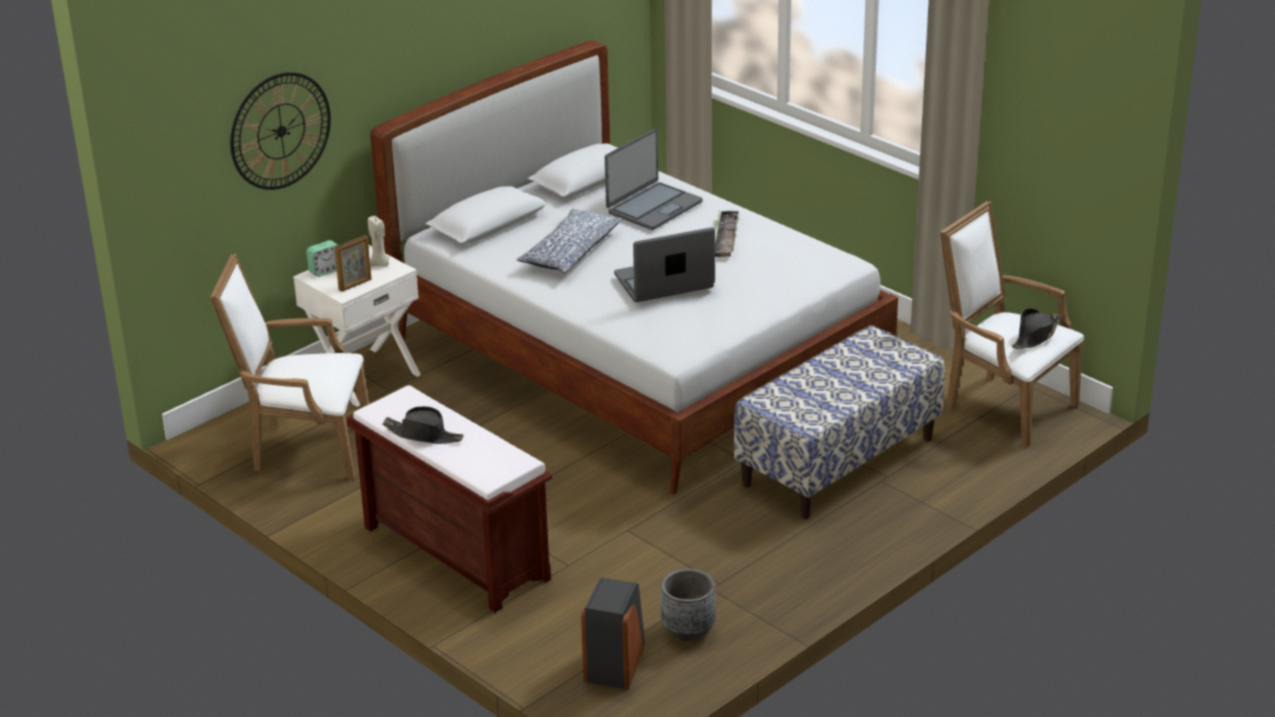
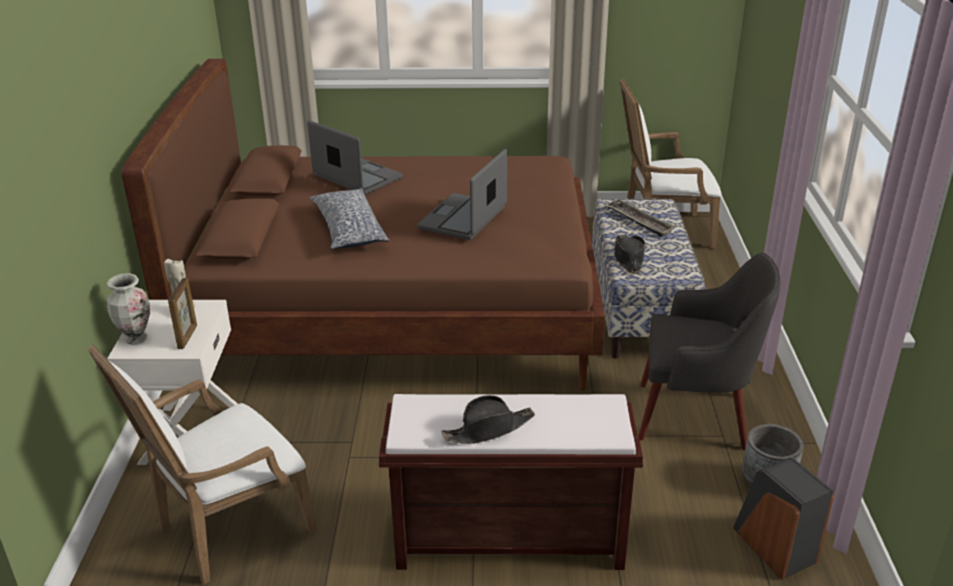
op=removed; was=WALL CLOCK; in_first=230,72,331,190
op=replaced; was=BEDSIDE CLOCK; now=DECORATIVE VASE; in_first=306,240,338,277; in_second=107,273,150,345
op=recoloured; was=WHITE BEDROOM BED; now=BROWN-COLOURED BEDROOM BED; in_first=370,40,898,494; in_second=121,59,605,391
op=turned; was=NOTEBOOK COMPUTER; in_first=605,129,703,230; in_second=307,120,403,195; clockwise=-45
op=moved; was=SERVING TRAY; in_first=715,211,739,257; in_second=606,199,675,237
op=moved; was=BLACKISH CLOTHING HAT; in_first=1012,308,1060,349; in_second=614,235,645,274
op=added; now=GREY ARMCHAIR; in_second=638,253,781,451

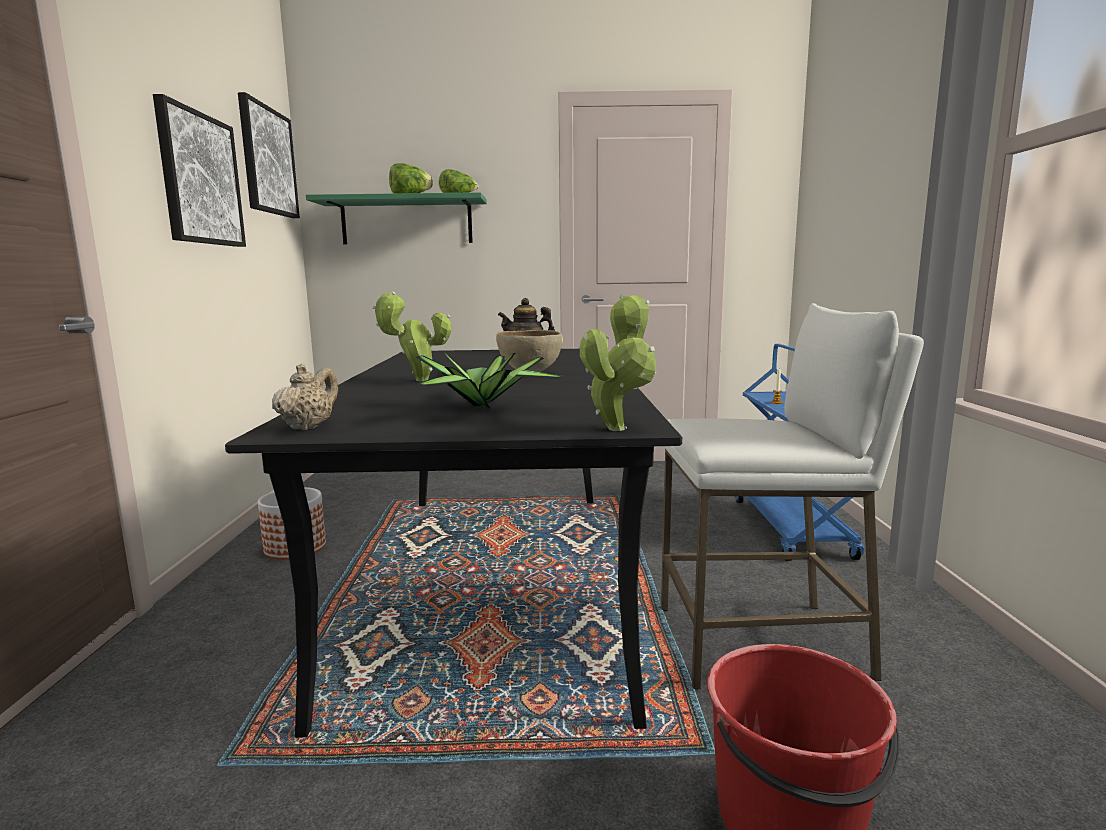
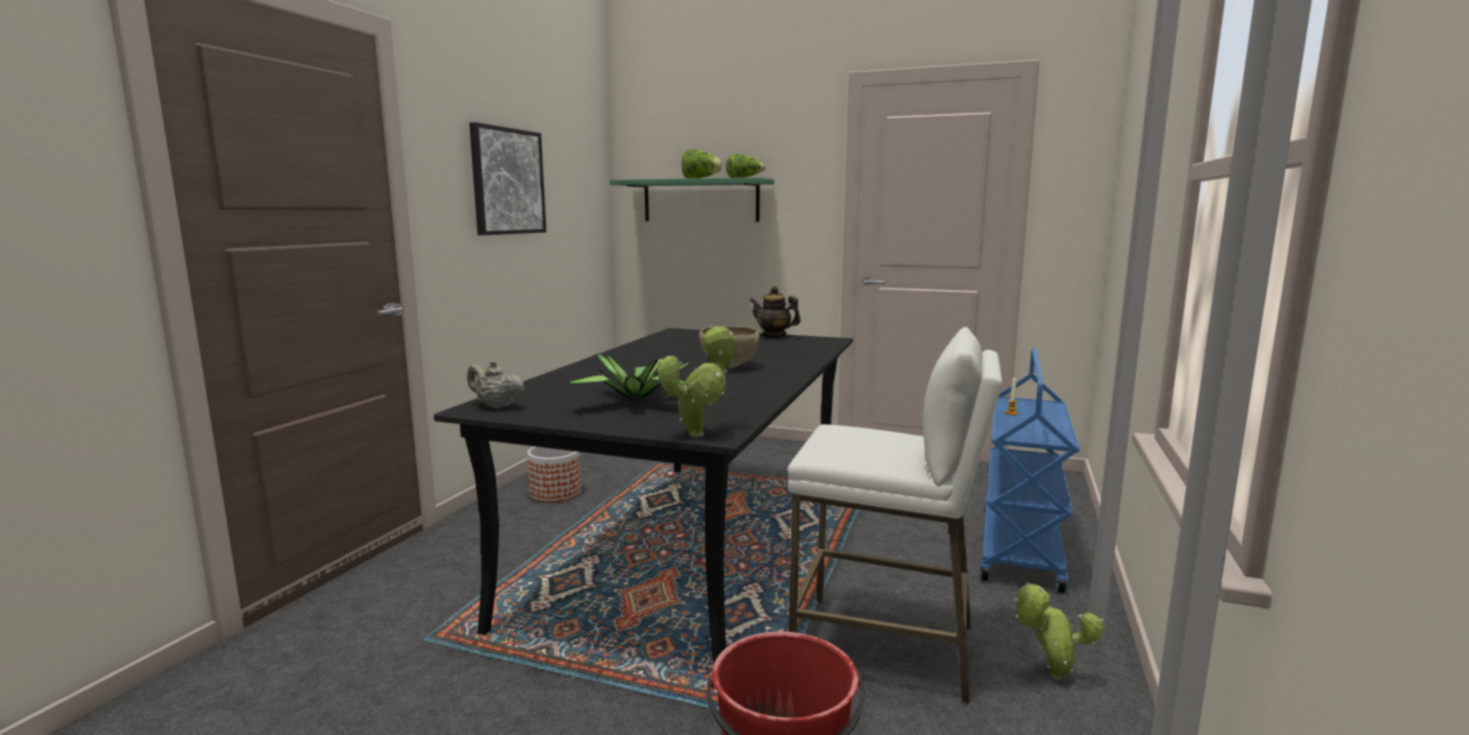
op=removed; was=WALL ART; in_first=238,92,300,218
op=turned; was=SAND-COLOURED POT FOR TEA; in_first=272,364,338,430; in_second=467,361,525,409; clockwise=-105
op=moved; was=POTTED PLANT; in_first=372,292,452,382; in_second=1014,583,1104,680

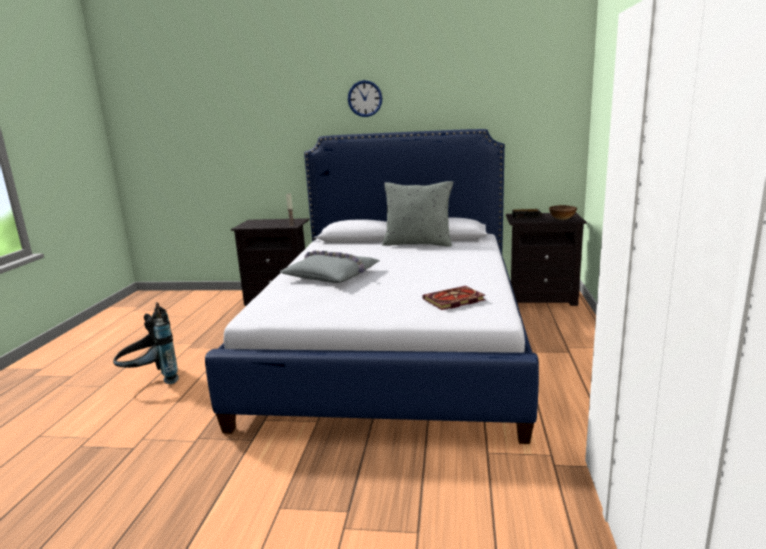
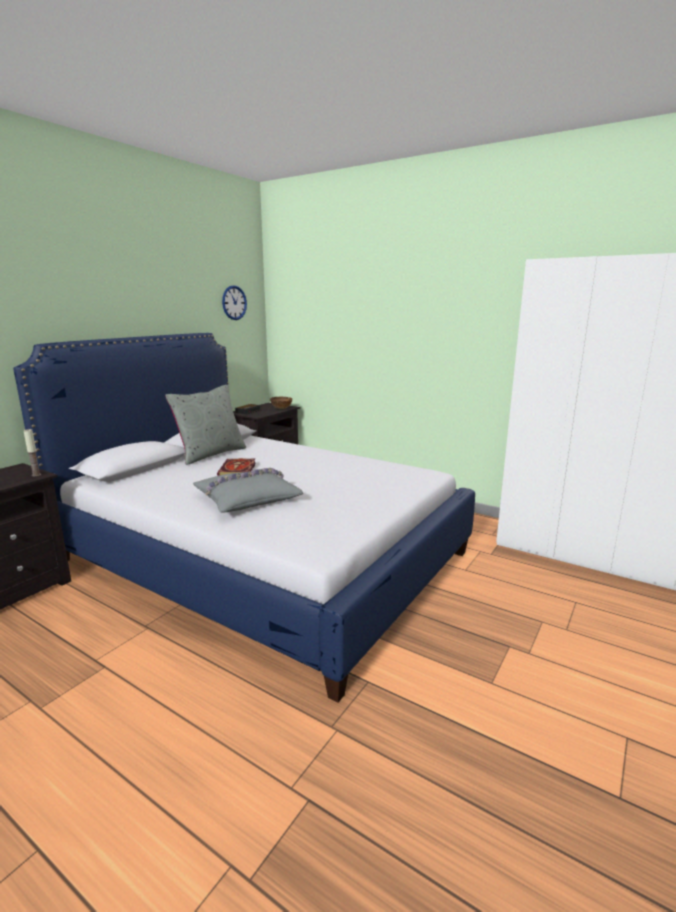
op=removed; was=BLACKISH RUCKSACK; in_first=113,302,179,384
op=moved; was=WALL CLOCK; in_first=348,80,382,117; in_second=222,285,247,320
op=moved; was=BOUND BOOK; in_first=422,286,485,310; in_second=217,458,256,476

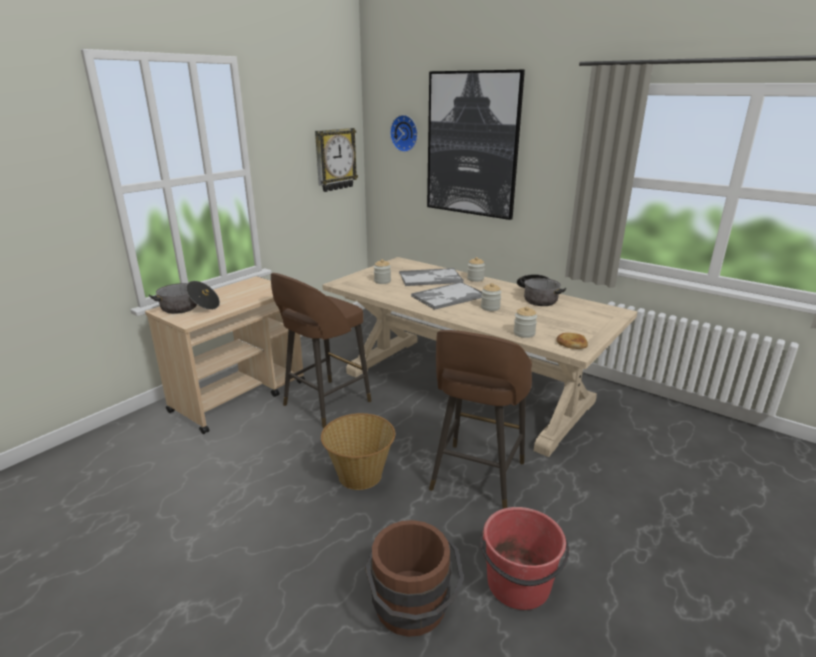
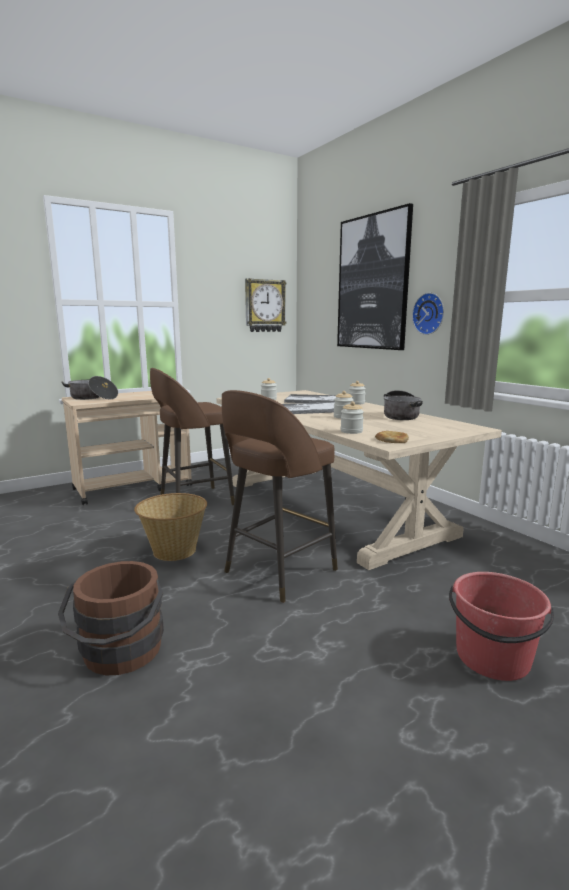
op=moved; was=WALL CLOCK; in_first=390,115,418,152; in_second=412,293,444,335
op=moved; was=RED PAIL; in_first=480,507,569,610; in_second=449,572,554,681

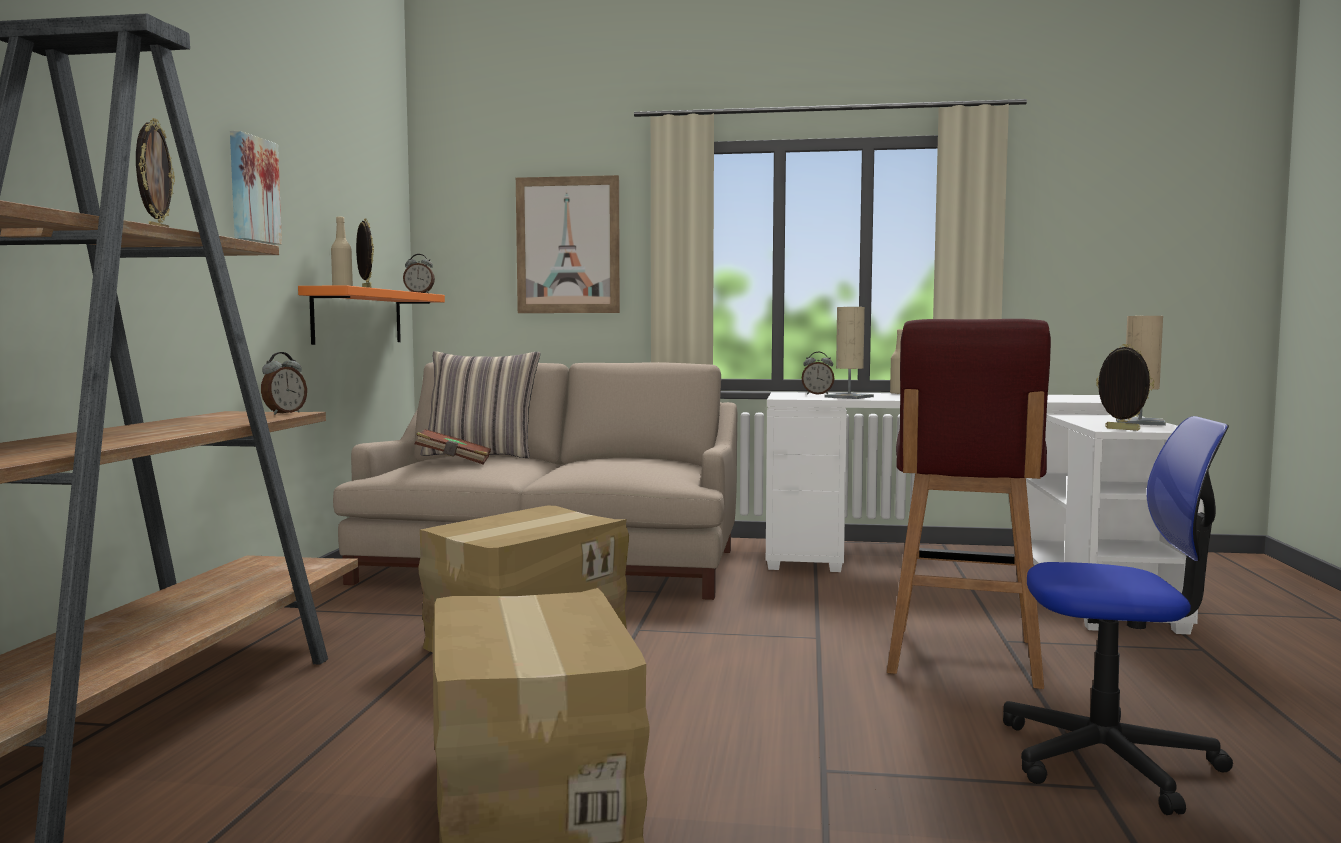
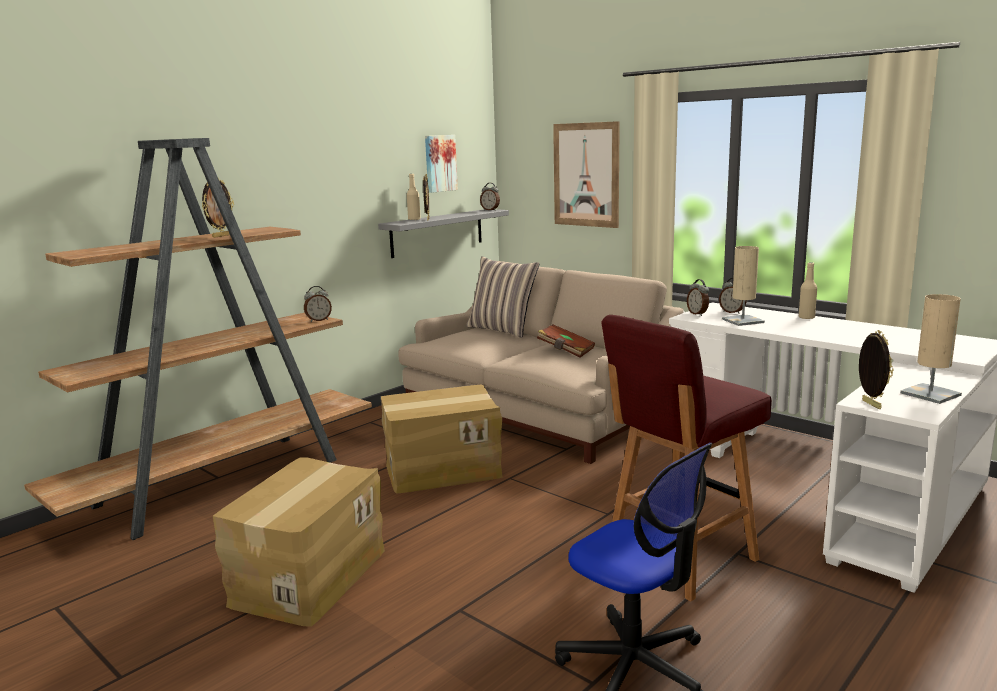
op=moved; was=WALL ART; in_first=230,130,282,245; in_second=425,135,458,193
op=recoloured; was=ORANGEY SHELF; now=GREY SHELF; in_first=298,285,445,345; in_second=378,209,509,258
op=moved; was=BROWN-COLOURED BOUND BOOK; in_first=415,429,491,464; in_second=537,324,595,357
op=added; now=BEDSIDE CLOCK; in_second=687,279,709,316

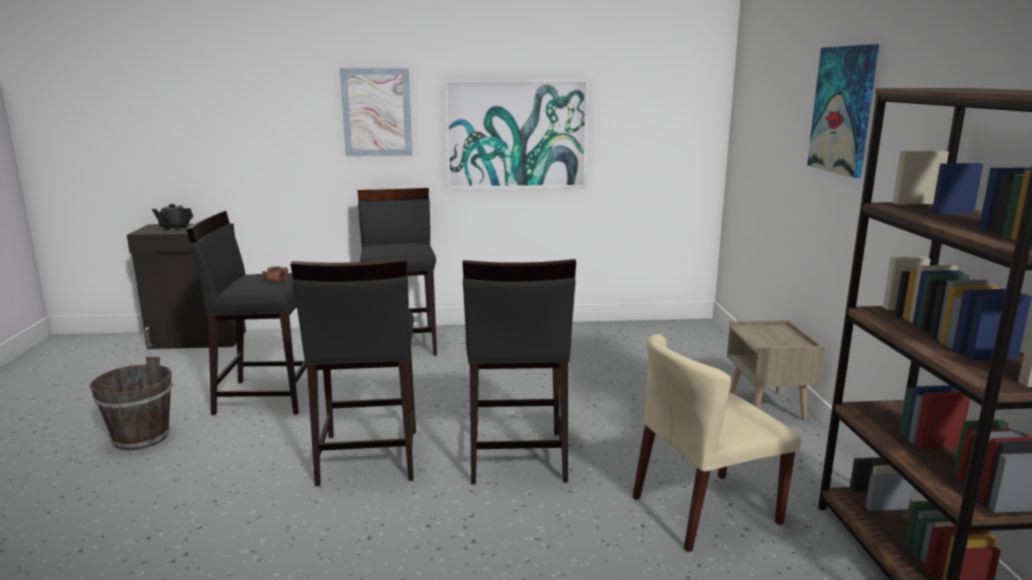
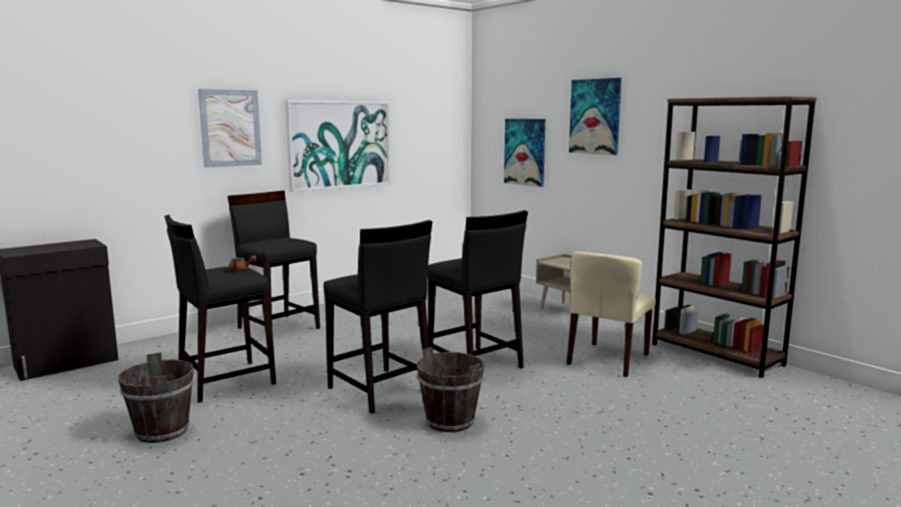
op=removed; was=BLACKISH POT FOR TEA; in_first=152,204,193,231
op=added; now=BROWN-COLOURED PAIL; in_second=416,347,484,432
op=added; now=WALL ART; in_second=504,119,545,187

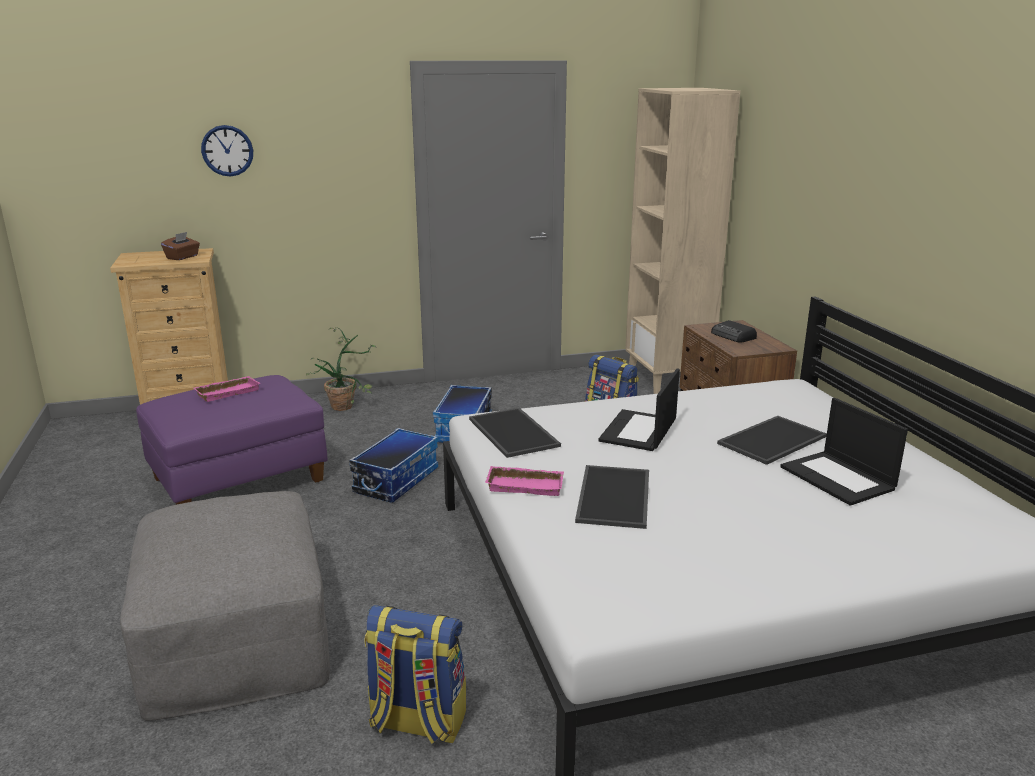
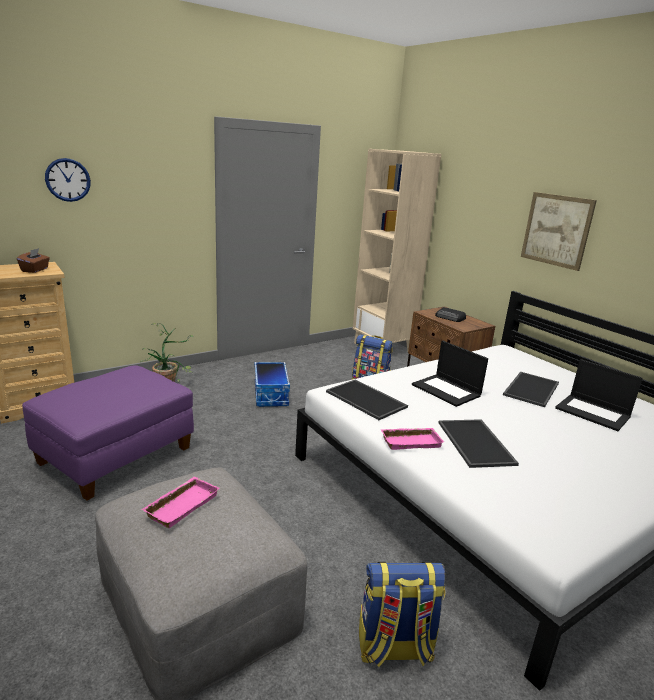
op=moved; was=PINKISH SERVING TRAY; in_first=193,376,260,402; in_second=141,477,220,528
op=removed; was=STORAGE BOX; in_first=349,428,438,503
op=turned; was=NOTEBOOK COMPUTER; in_first=598,368,680,451; in_second=412,341,488,407; clockwise=-45
op=added; now=WALL ART; in_second=521,192,597,271

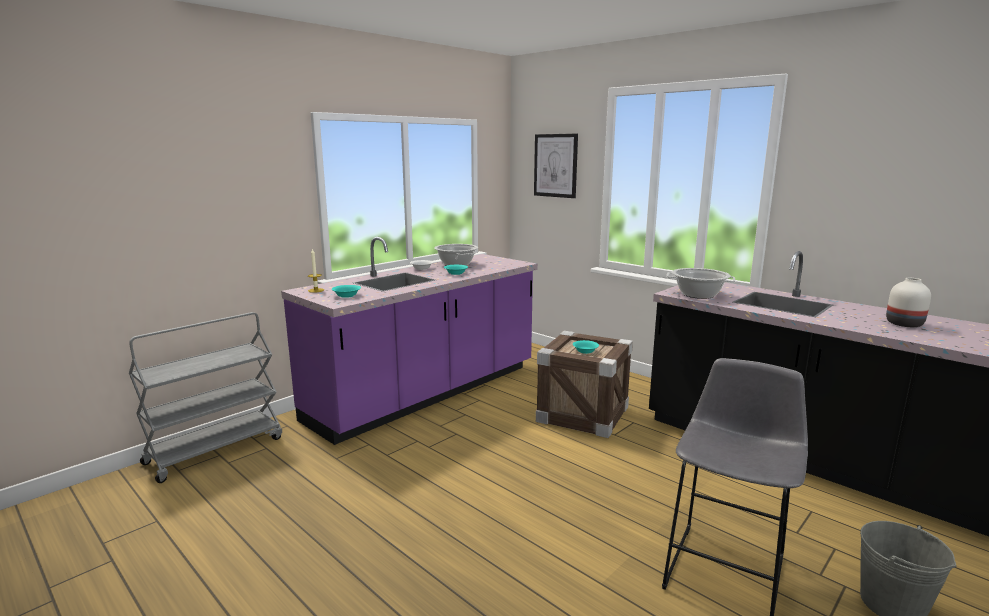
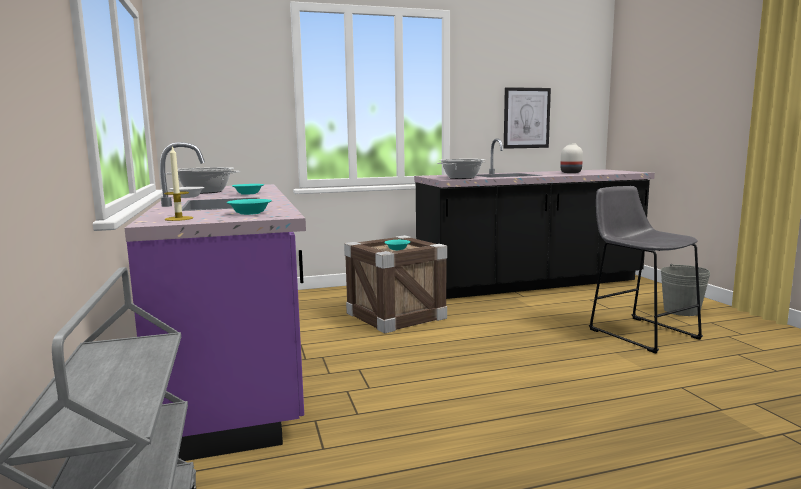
op=moved; was=WALL ART; in_first=534,134,578,198; in_second=504,87,551,149

